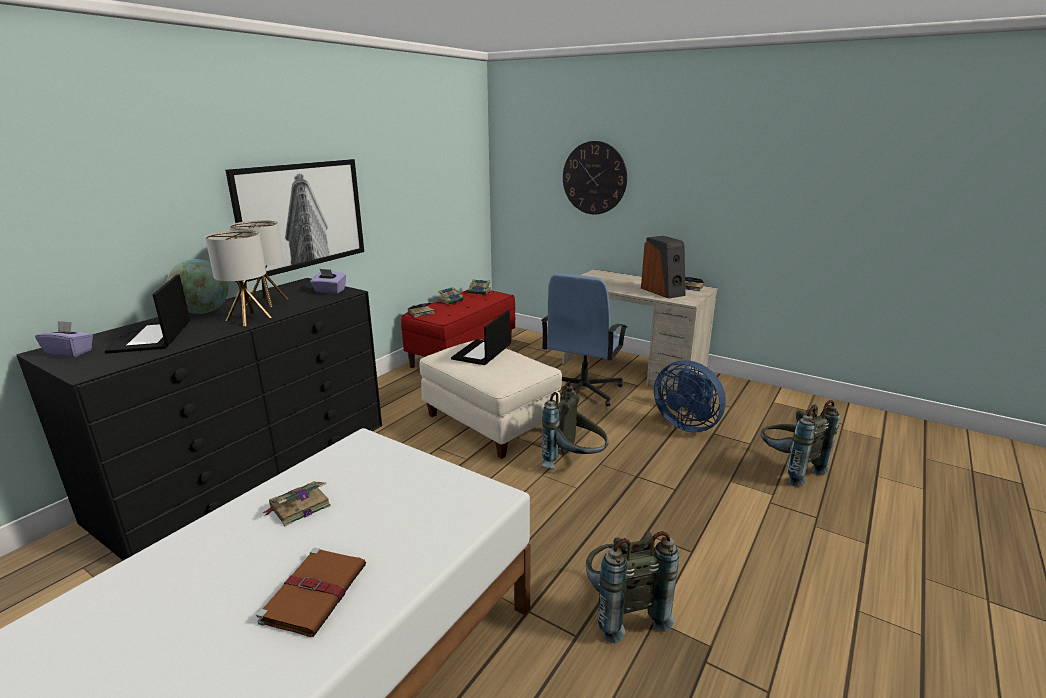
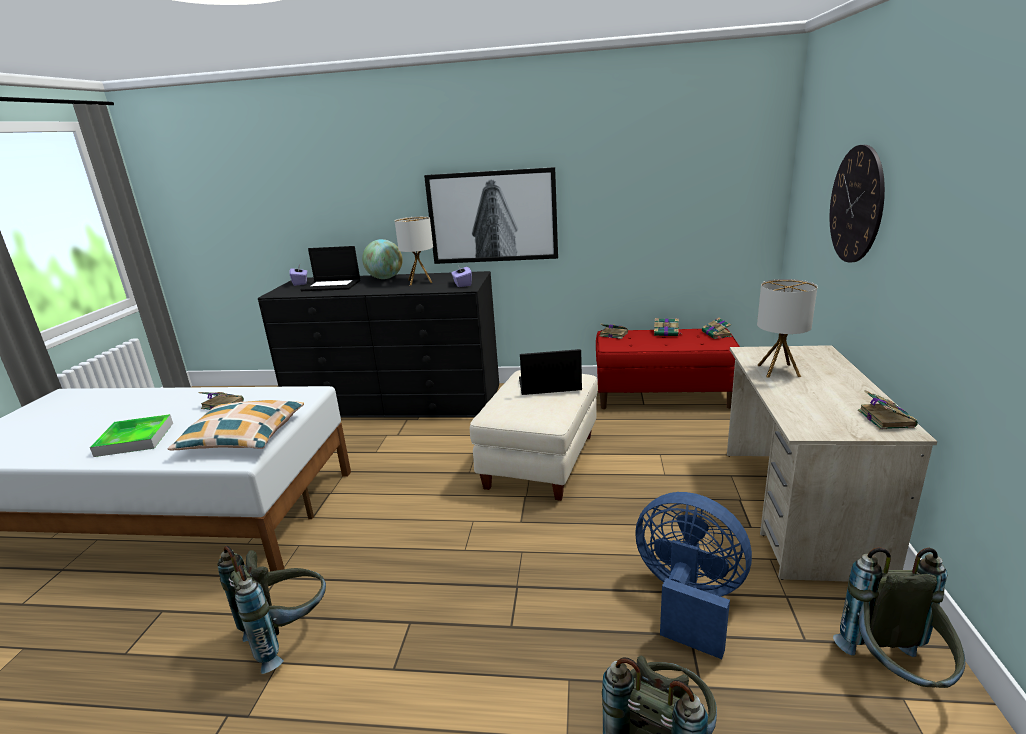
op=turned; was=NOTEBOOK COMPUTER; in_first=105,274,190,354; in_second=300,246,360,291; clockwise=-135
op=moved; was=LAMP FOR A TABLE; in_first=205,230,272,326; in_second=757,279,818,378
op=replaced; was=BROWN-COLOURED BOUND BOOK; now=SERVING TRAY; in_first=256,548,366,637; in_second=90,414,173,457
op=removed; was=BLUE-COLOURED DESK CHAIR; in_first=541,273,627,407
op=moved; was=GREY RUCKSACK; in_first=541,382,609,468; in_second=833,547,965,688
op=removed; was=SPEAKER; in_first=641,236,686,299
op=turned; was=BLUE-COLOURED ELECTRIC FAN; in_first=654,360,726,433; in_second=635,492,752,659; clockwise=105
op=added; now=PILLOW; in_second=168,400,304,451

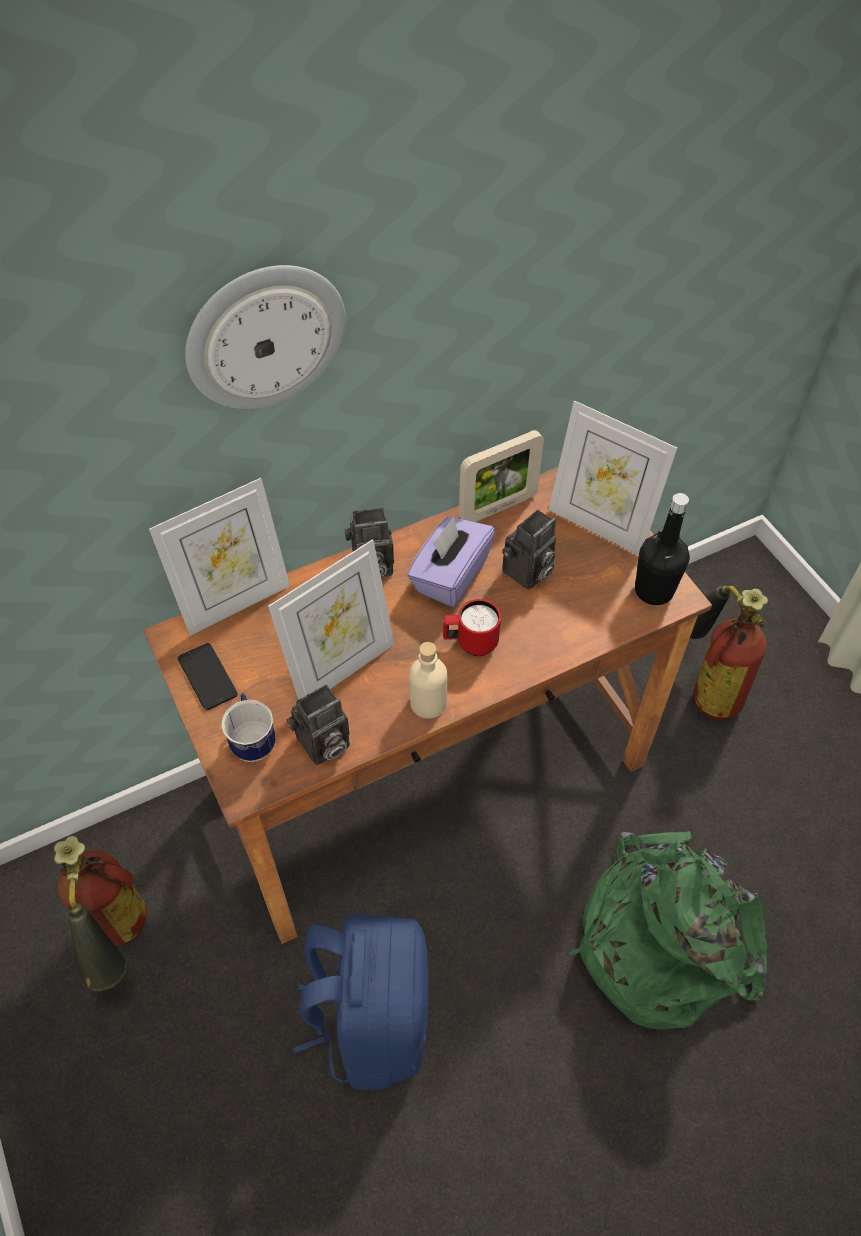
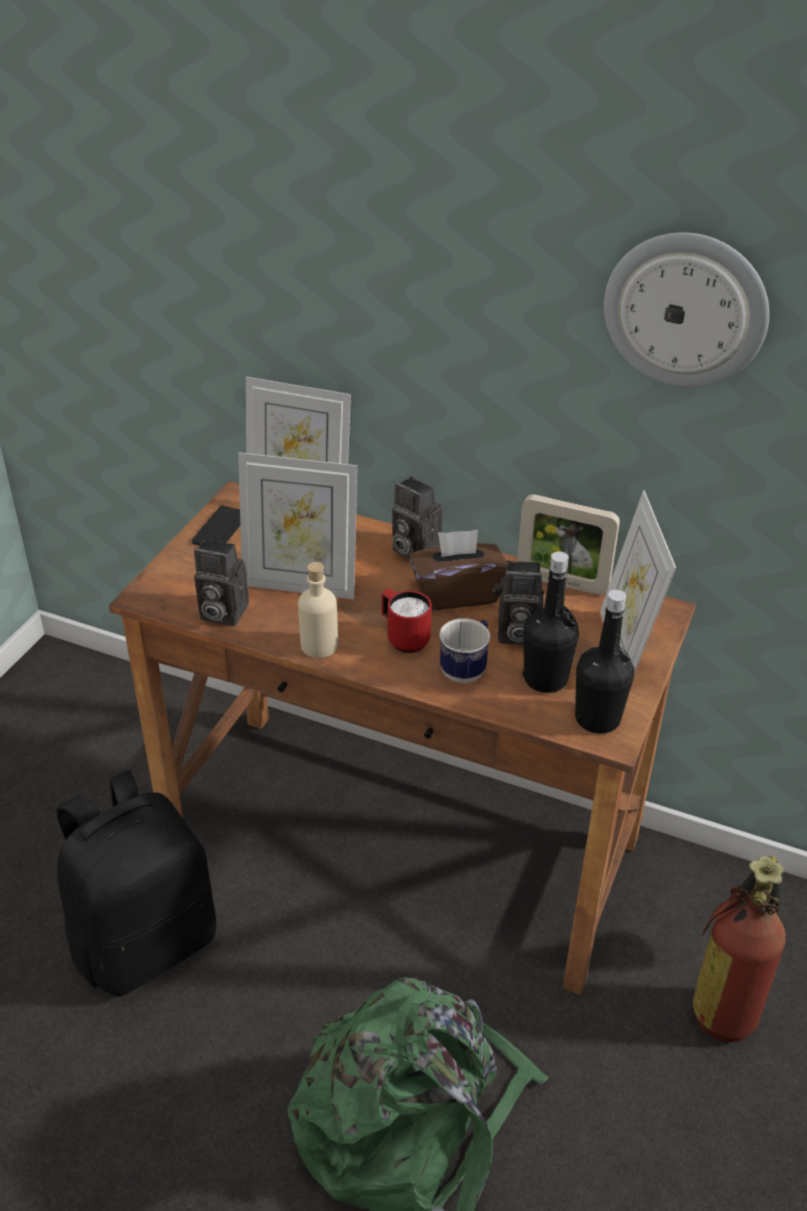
op=removed; was=FIRE EXTINGUISHER; in_first=54,836,147,992
op=moved; was=WALL CLOCK; in_first=185,265,346,409; in_second=604,232,769,387
op=moved; was=COFFEE MUG; in_first=222,693,276,762; in_second=440,618,490,683
op=recoloured; was=BLUE-COLOURED RUCKSACK; now=BLACKISH RUCKSACK; in_first=293,914,429,1090; in_second=56,770,216,997
op=recoloured; was=PURPLE TISSUE HOLDER; now=BROWN-COLOURED TISSUE HOLDER; in_first=407,516,495,607; in_second=409,529,507,610
op=added; now=BLACKISH BOTTLE; in_second=523,551,579,693

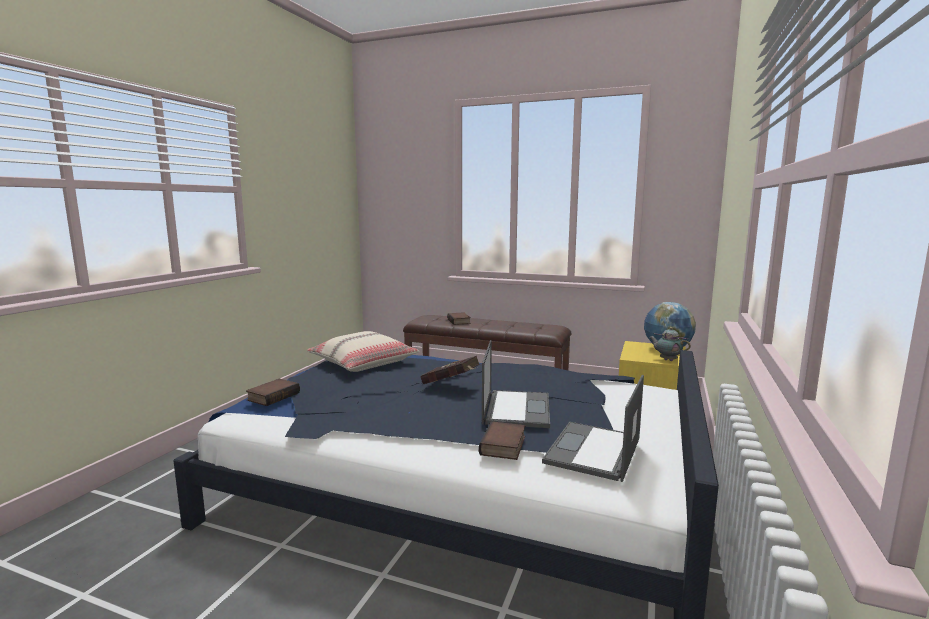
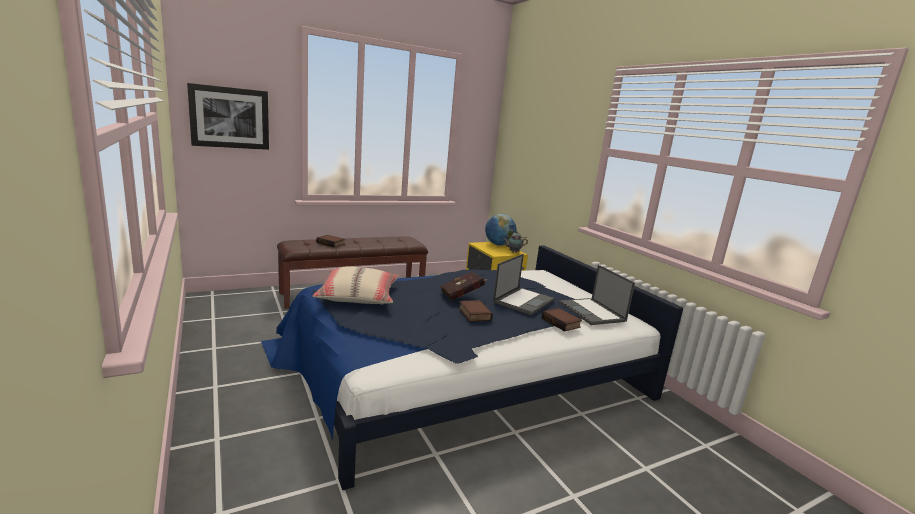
op=moved; was=BOUND BOOK; in_first=246,379,300,406; in_second=459,300,493,322
op=turned; was=NOTEBOOK COMPUTER; in_first=482,340,550,428; in_second=493,254,555,315; clockwise=75
op=added; now=WALL ART; in_second=187,83,269,150

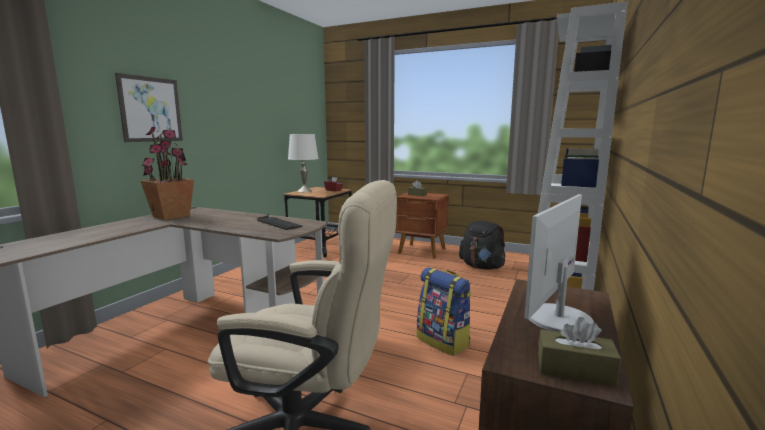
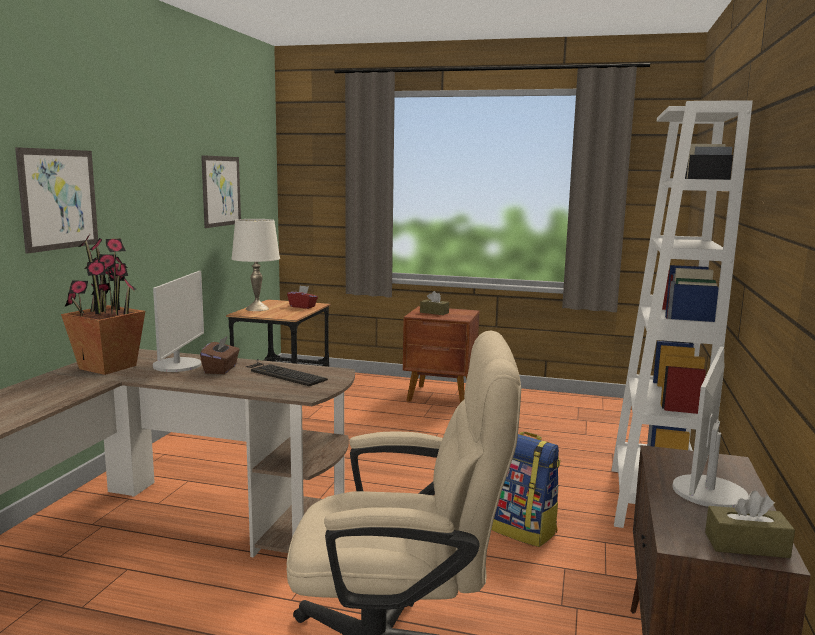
op=removed; was=BLACKISH RUCKSACK; in_first=459,221,505,270
op=added; now=MONITOR; in_second=153,271,204,372
op=added; now=BROWN-COLOURED TISSUE HOLDER; in_second=200,336,240,374
op=added; now=WALL ART; in_second=201,155,241,228

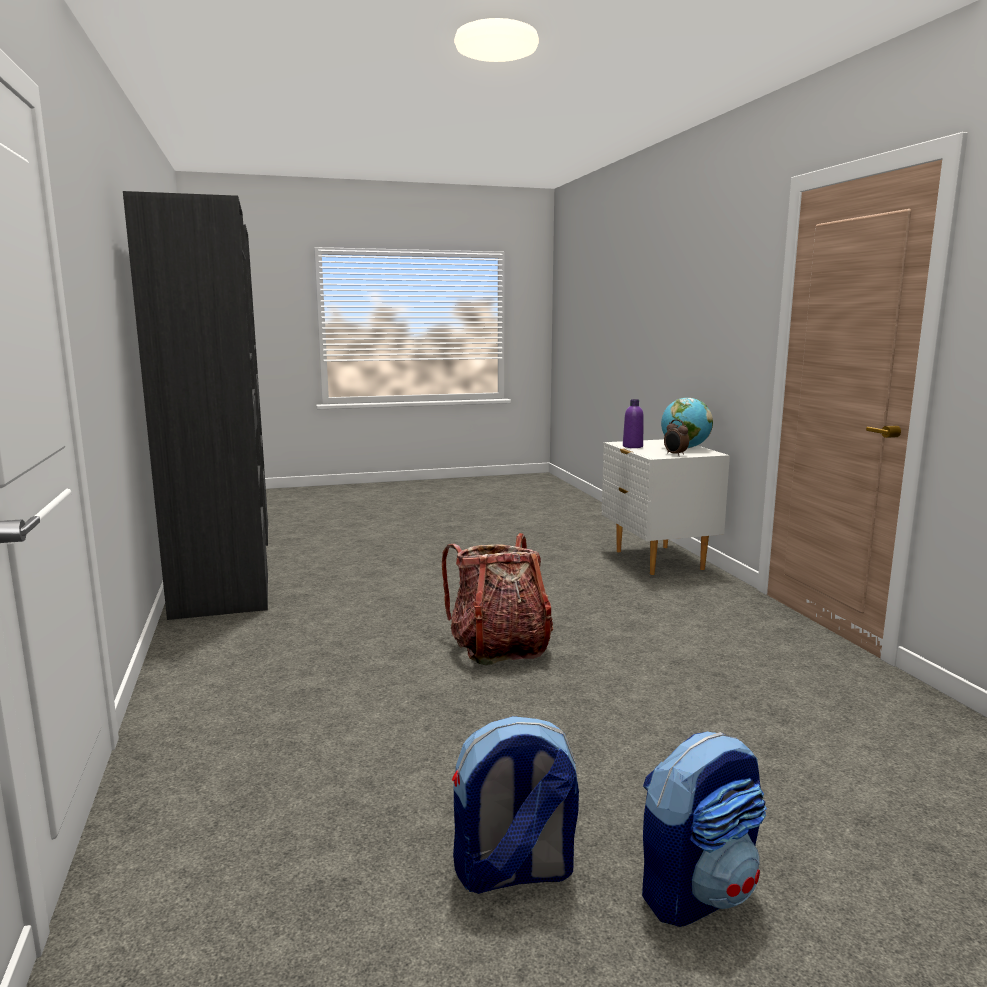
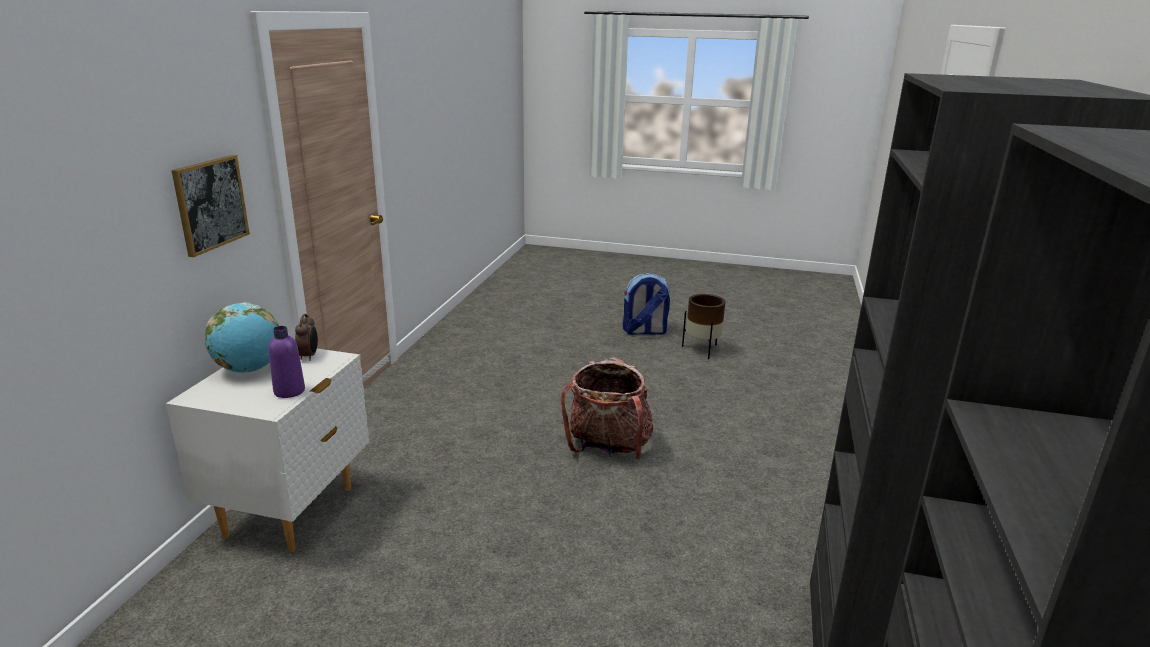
op=replaced; was=RUCKSACK; now=BROWN-COLOURED PLANT POT; in_first=452,716,579,894; in_second=682,294,726,359
op=added; now=WALL ART; in_second=171,155,250,257

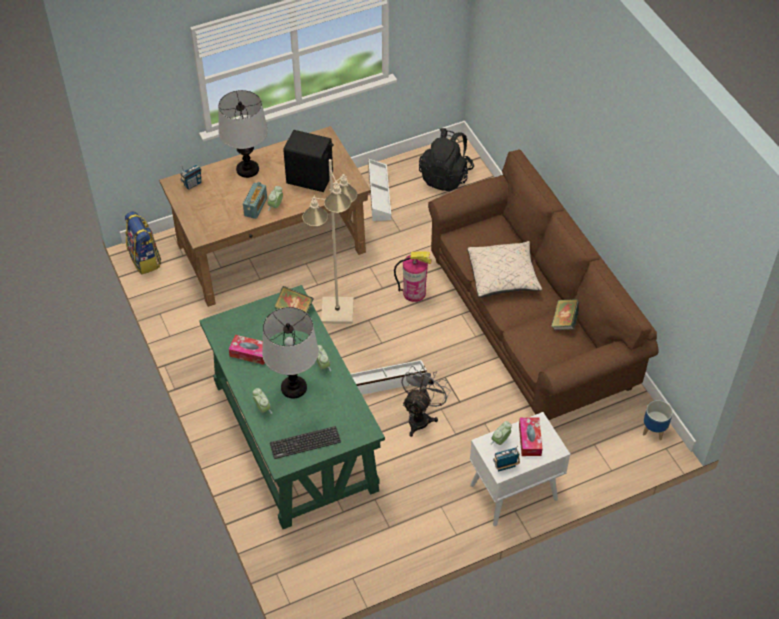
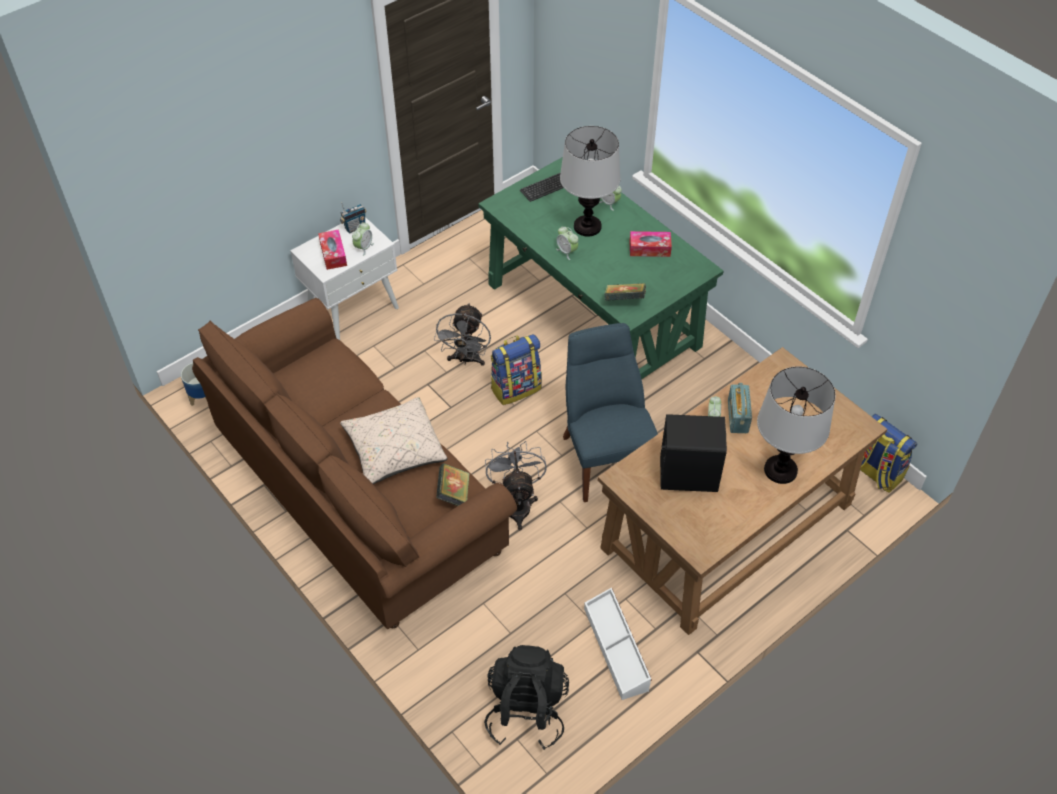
op=removed; was=RADIO SET; in_first=180,164,202,190
op=replaced; was=SAND-COLOURED STANDARD LAMP; now=BLUE-COLOURED PLAIN CHAIR; in_first=302,159,358,324; in_second=563,323,658,502
op=replaced; was=WHITE STORAGE BOX; now=RUCKSACK; in_first=351,360,427,395; in_second=491,334,542,405
op=replaced; was=FIRE EXTINGUISHER; now=GREY ELECTRIC FAN; in_first=394,251,432,302; in_second=485,441,547,530
op=moved; was=BOUND BOOK; in_first=551,299,579,330; in_second=436,463,469,506

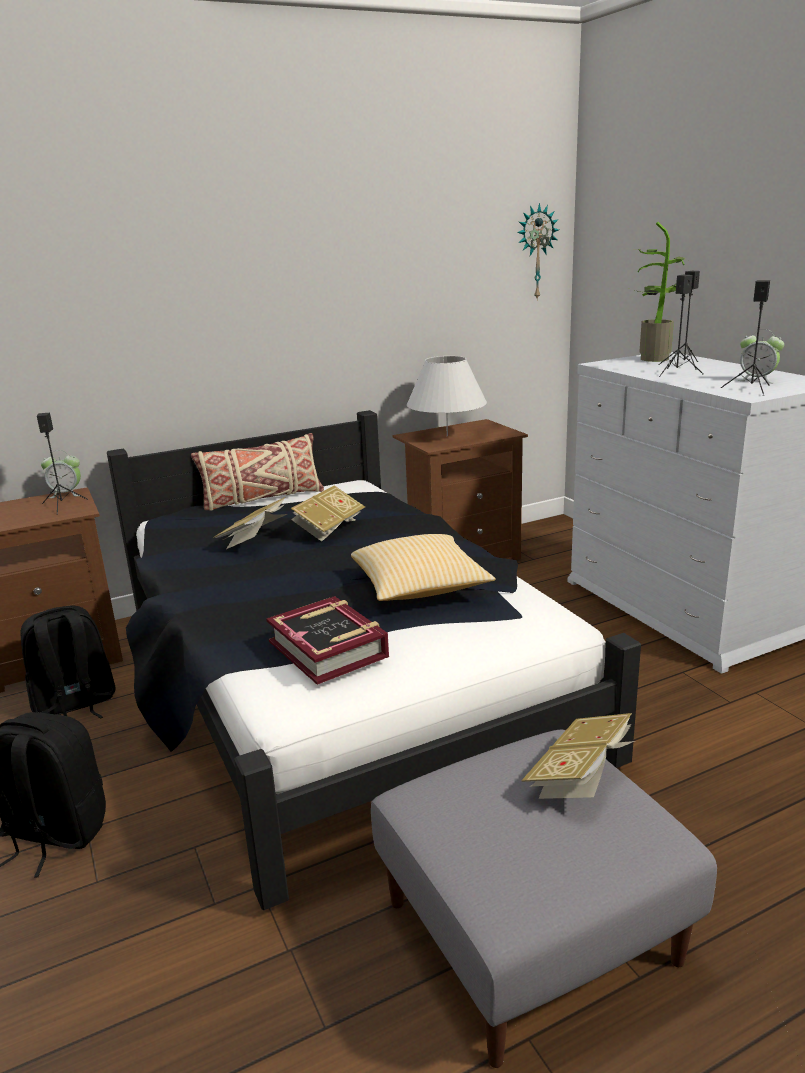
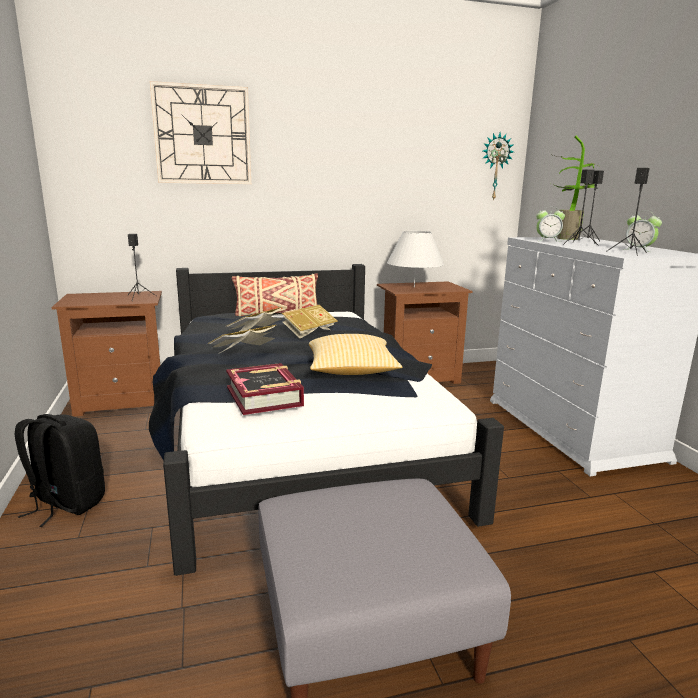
op=removed; was=BLACKISH RUCKSACK; in_first=20,606,115,719
op=moved; was=BEDSIDE CLOCK; in_first=41,450,81,498; in_second=536,206,565,242
op=moved; was=BOUND BOOK; in_first=521,713,635,799; in_second=208,325,276,353
op=added; now=WALL CLOCK; in_second=150,81,251,184

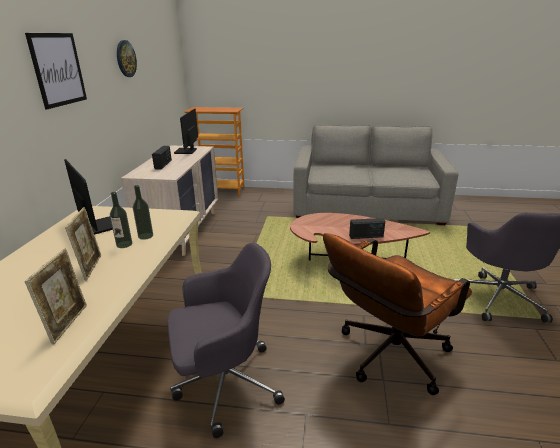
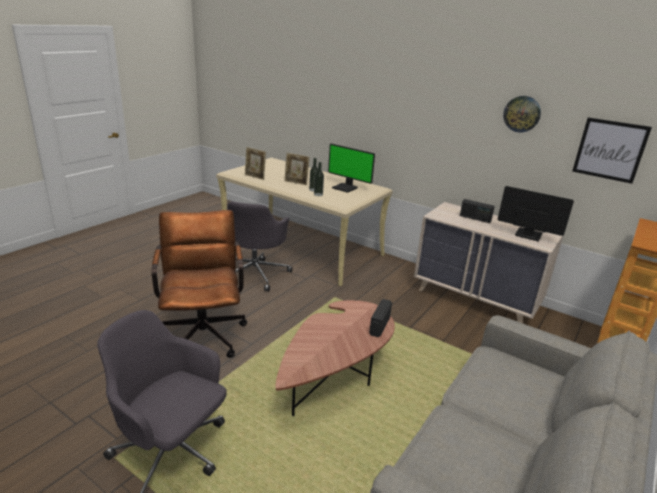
op=moved; was=WALL ART; in_first=25,33,87,109; in_second=572,117,652,184
op=turned; was=MONITOR; in_first=64,159,113,235; in_second=328,144,375,193; clockwise=45
op=moved; was=RADIO SET; in_first=349,218,385,239; in_second=370,299,392,337

